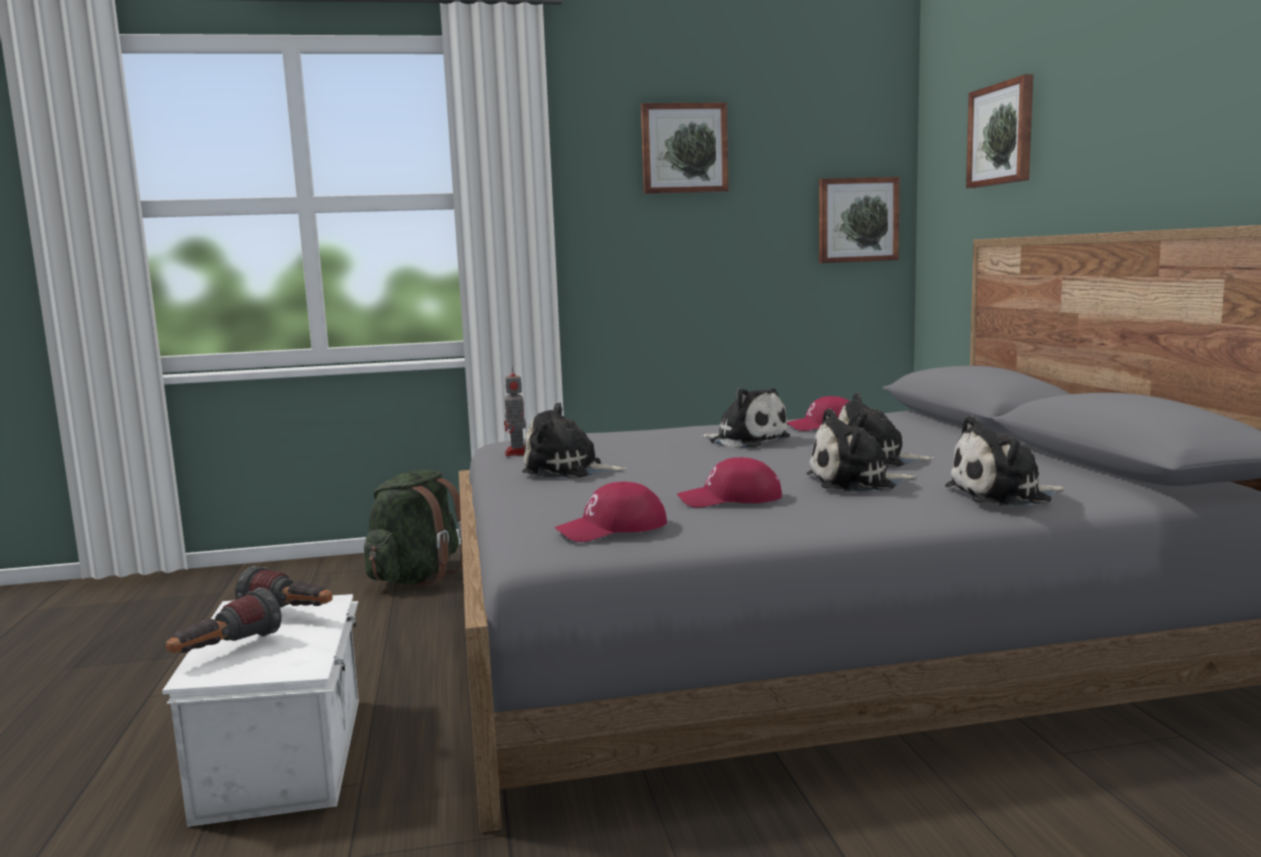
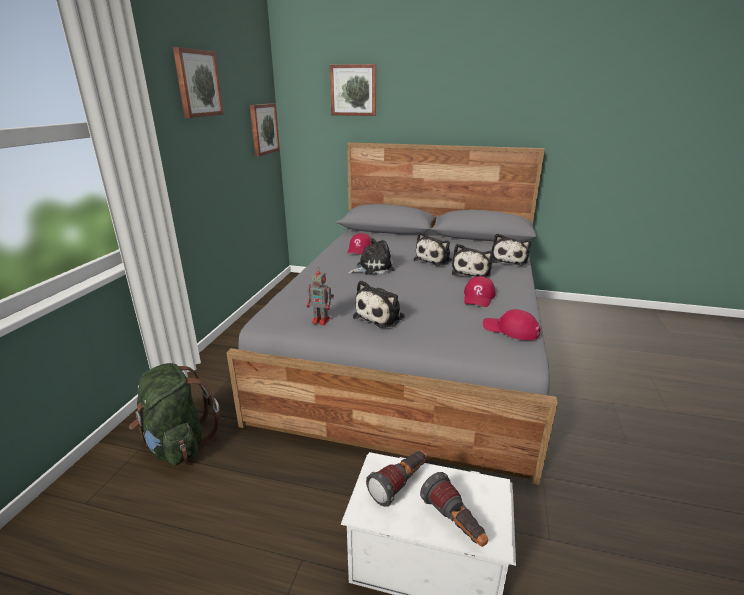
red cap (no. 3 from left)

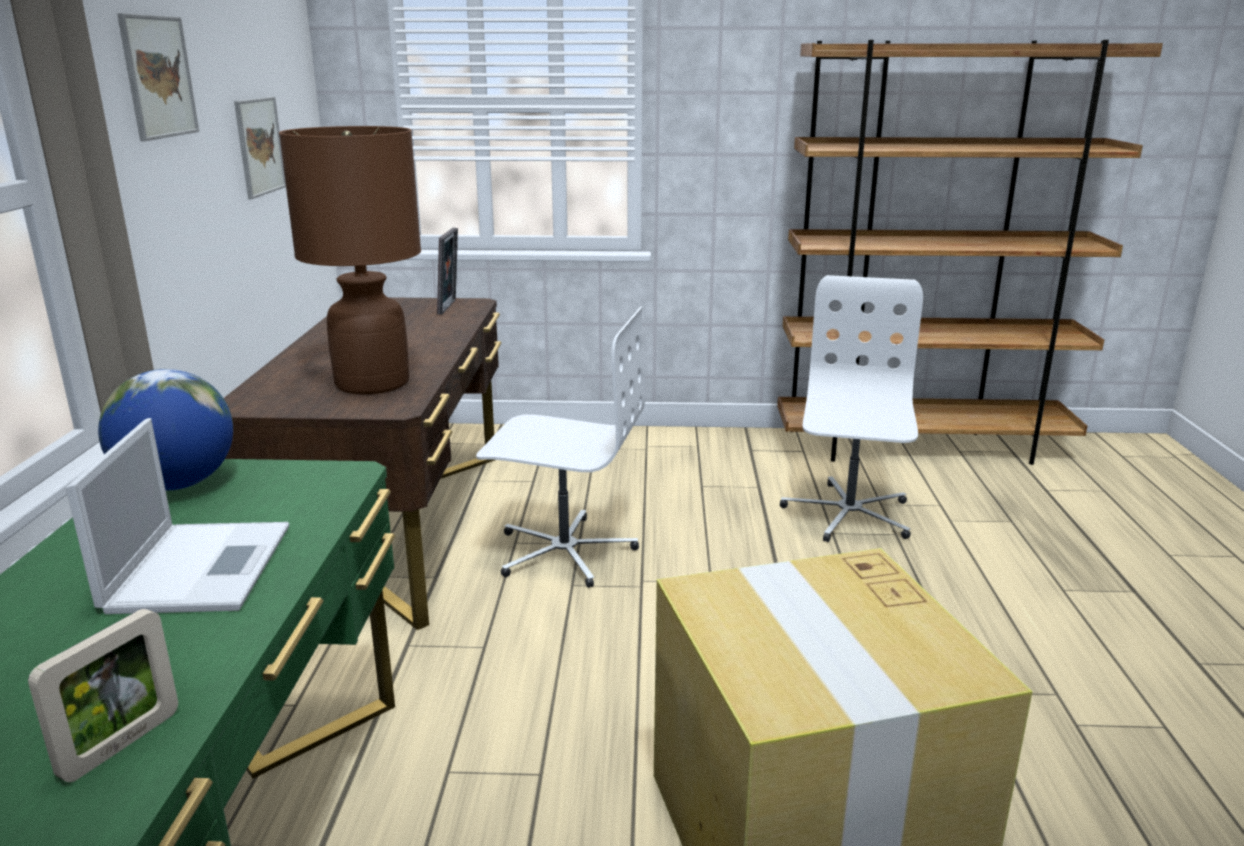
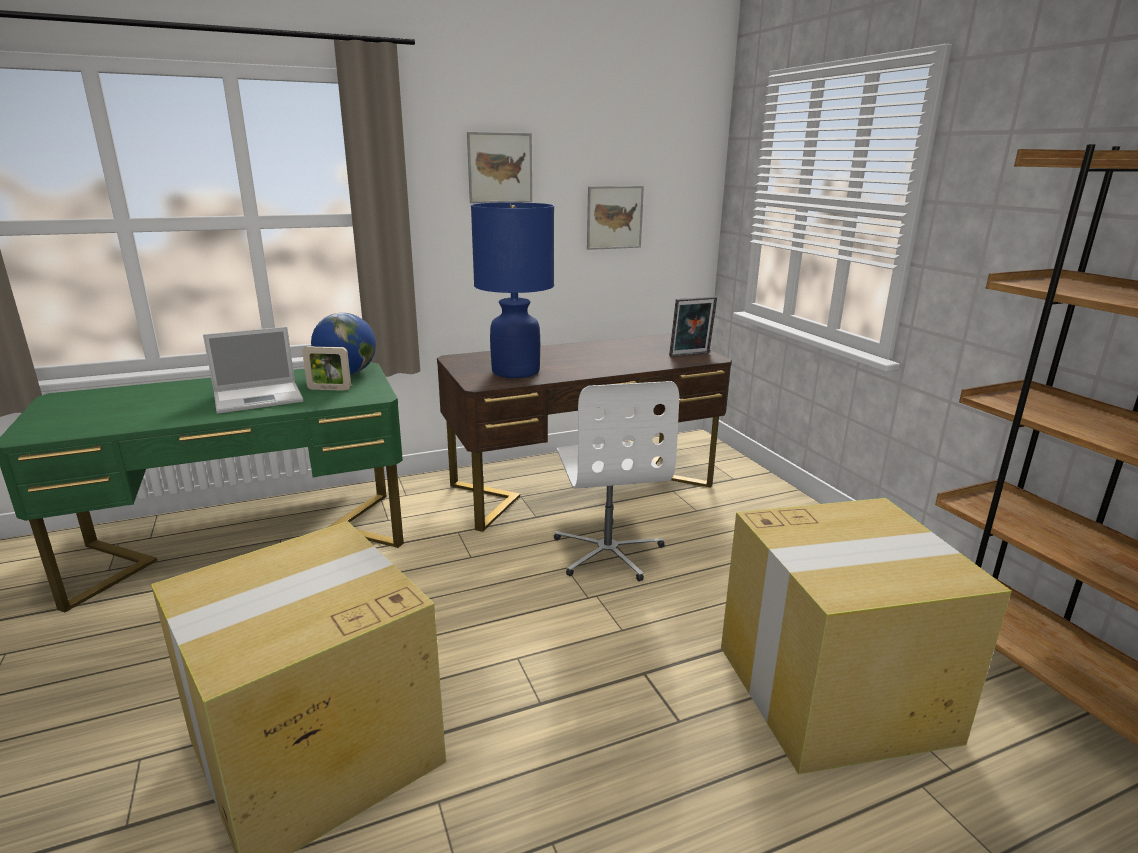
picture frame (no. 1 from left)
blue table lamp
cardboard box (no. 2 from left)

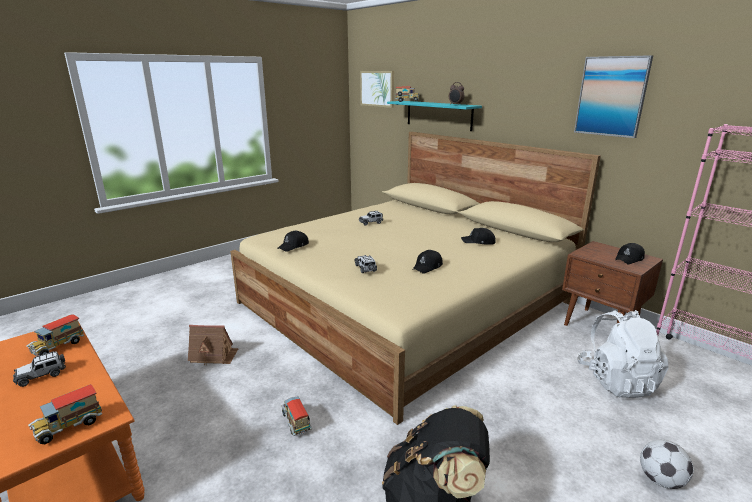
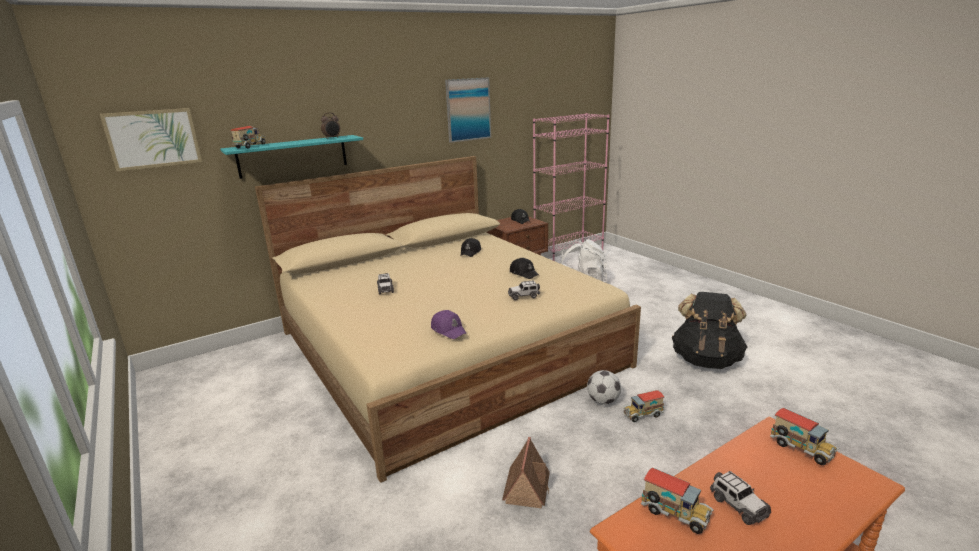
purple cap
football

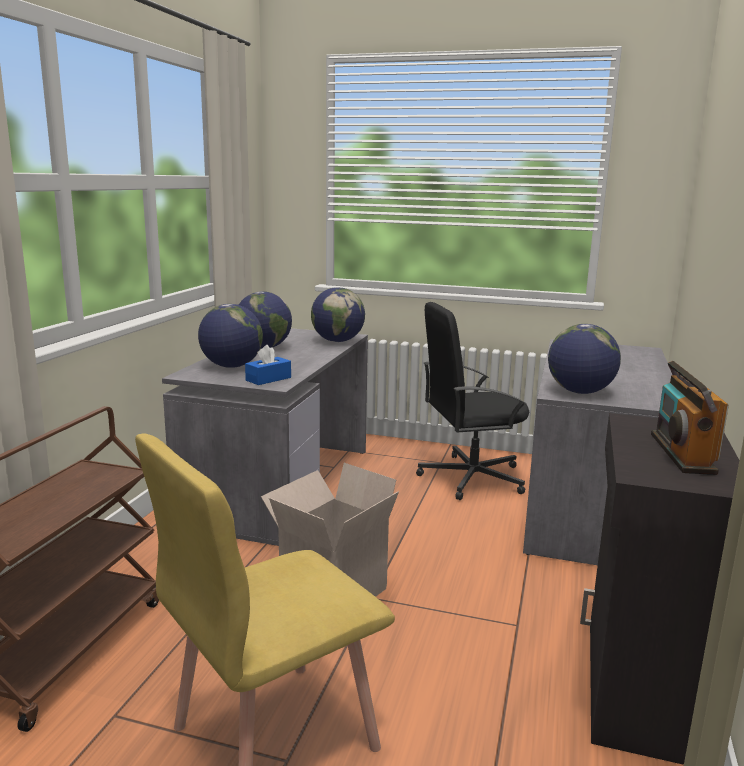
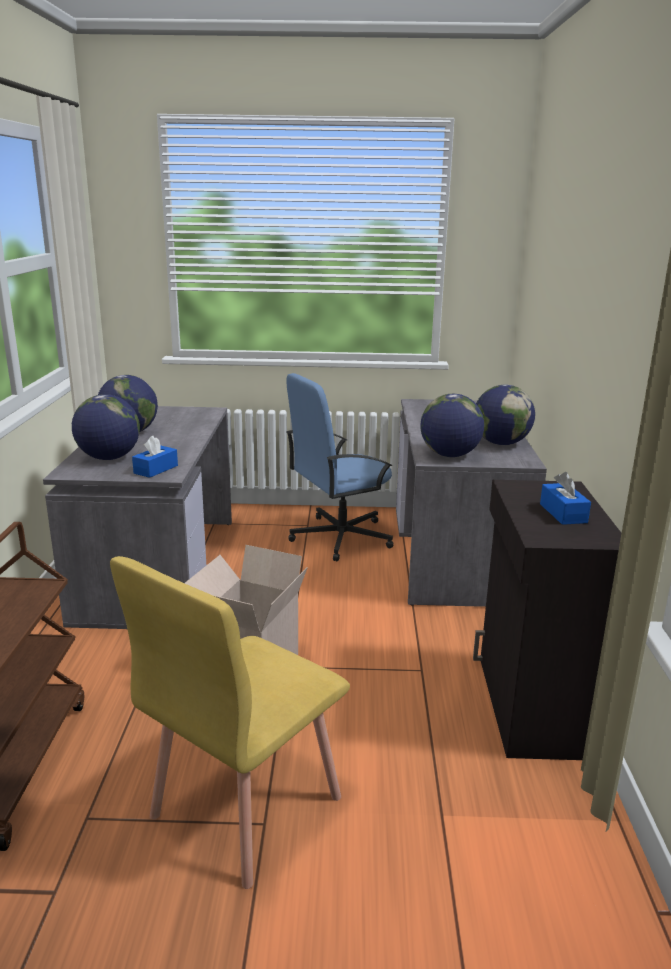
blue office chair
globe (no. 4 from left)
blue tissue box (no. 2 from left)

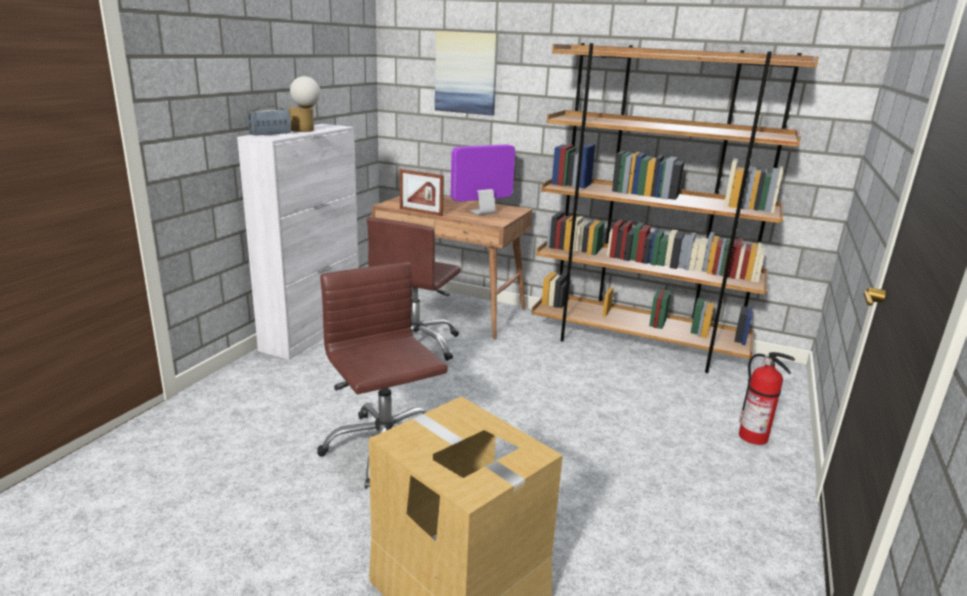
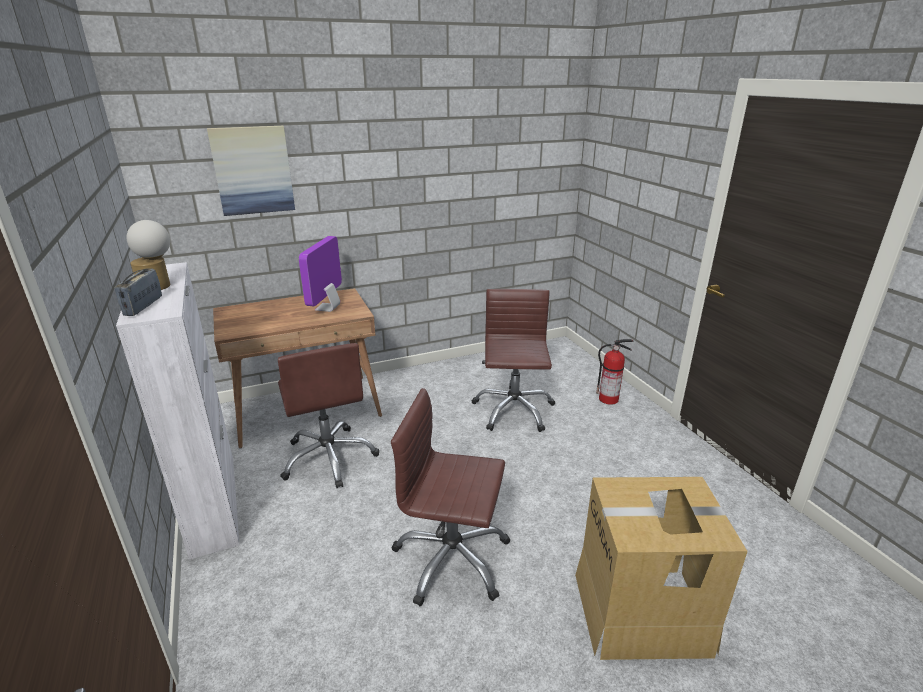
brown office chair (no. 3 from left)
picture frame
brown bookcase

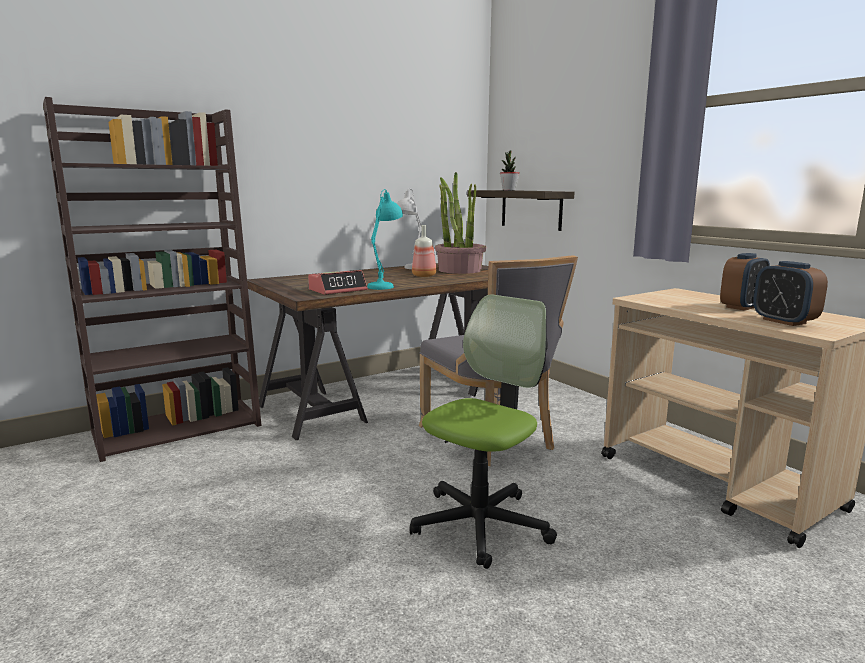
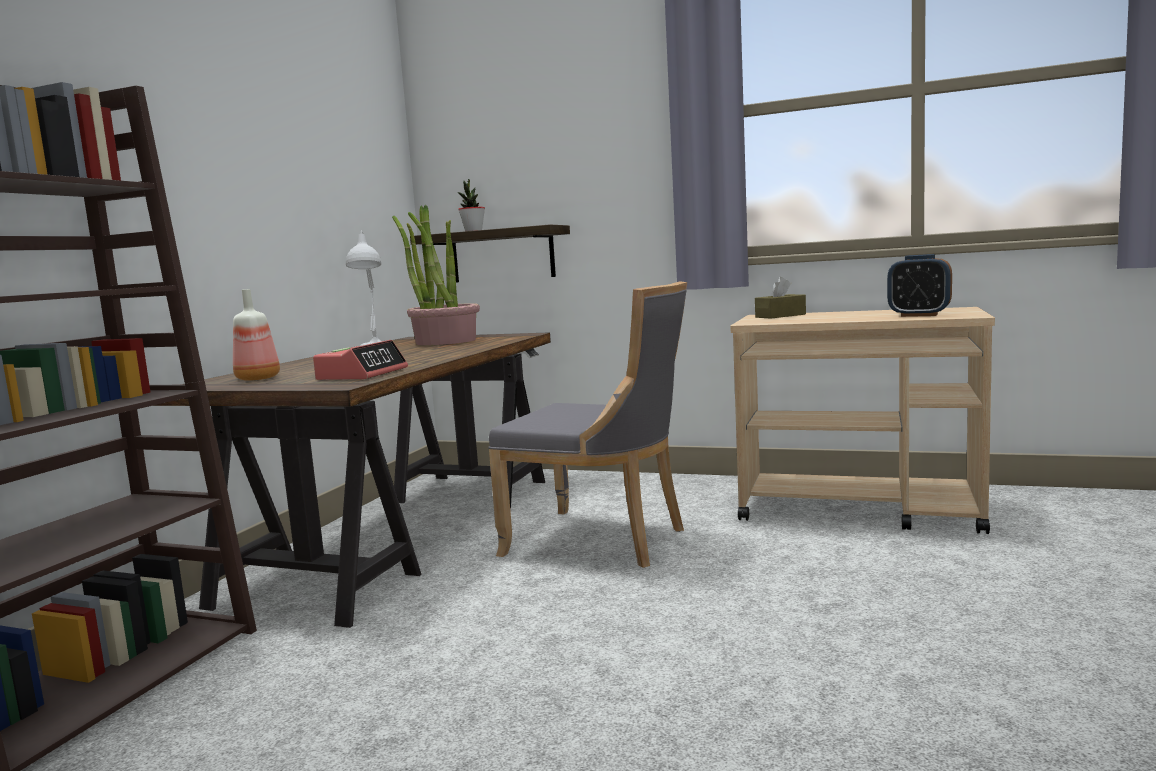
bottle
brown tissue box
turquoise table lamp
office chair
alarm clock (no. 2 from left in the first image)

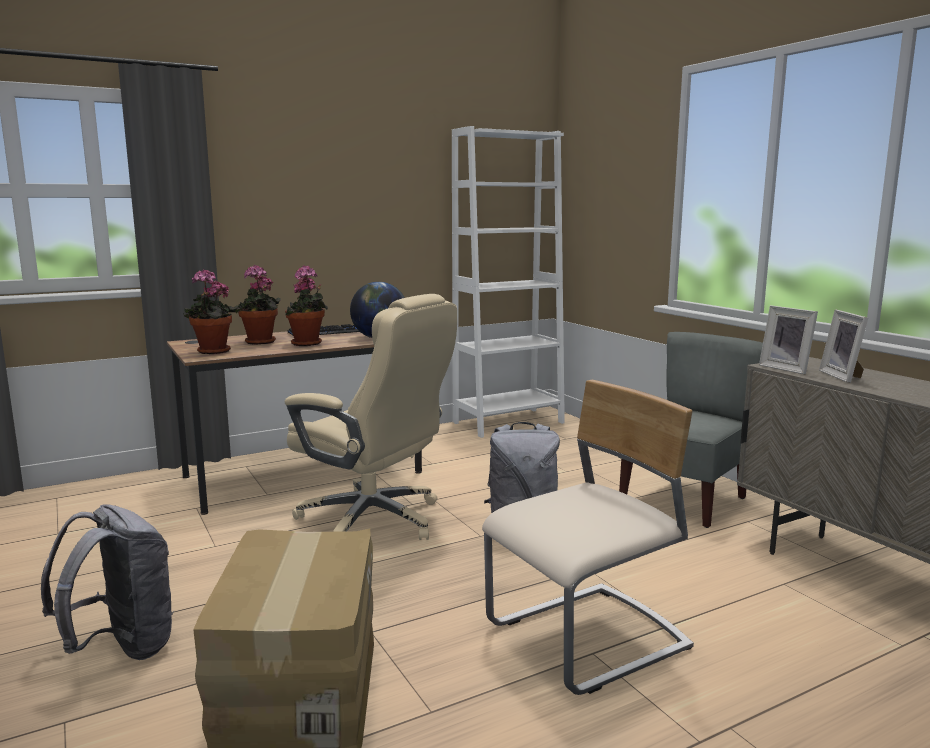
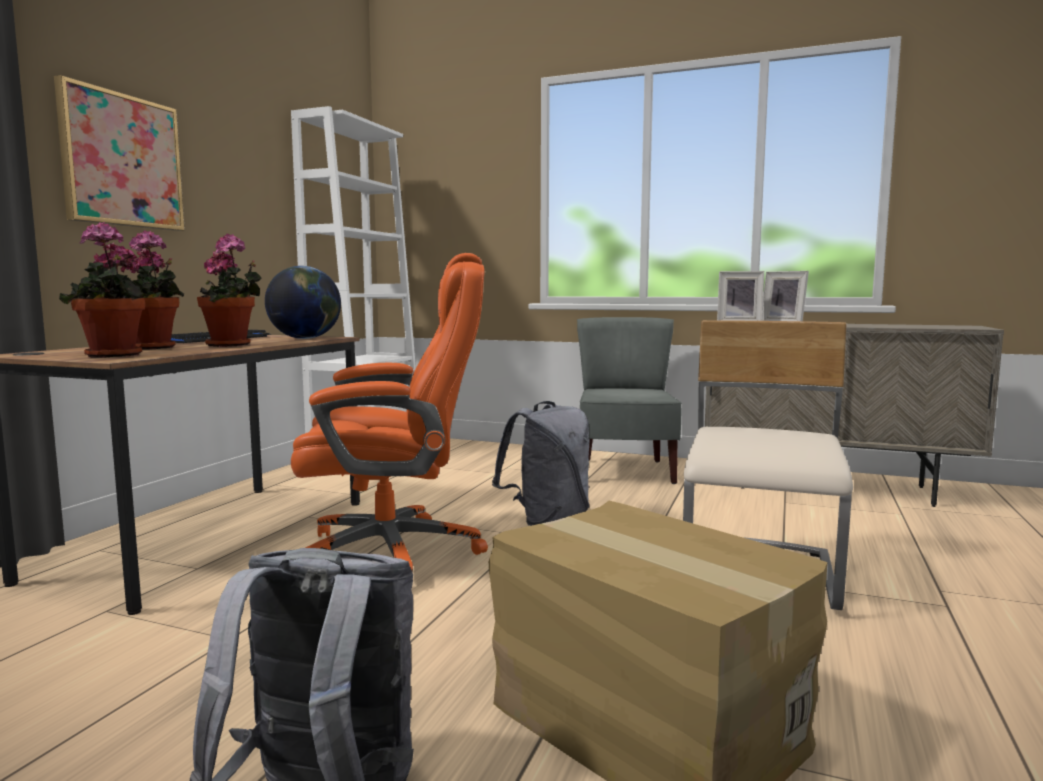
picture
orange office chair

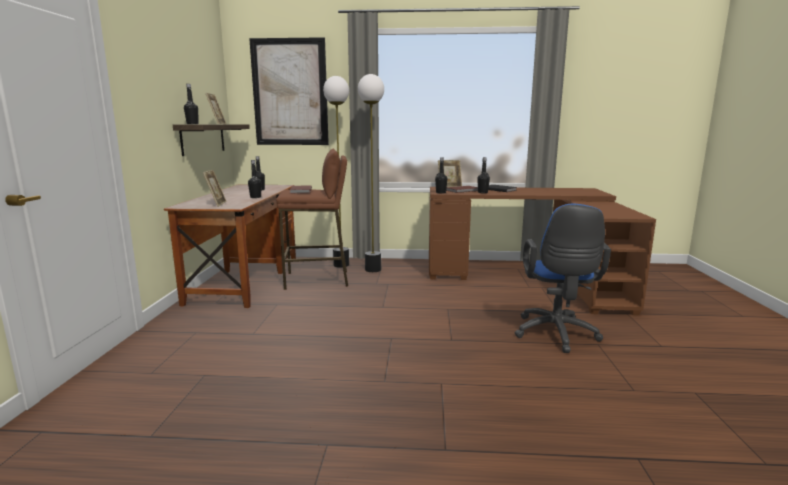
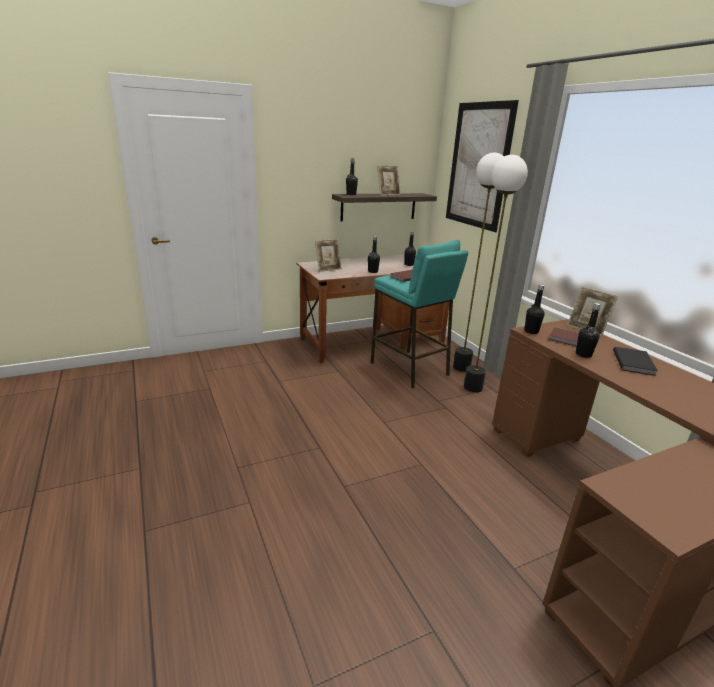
turquoise stool
blue office chair

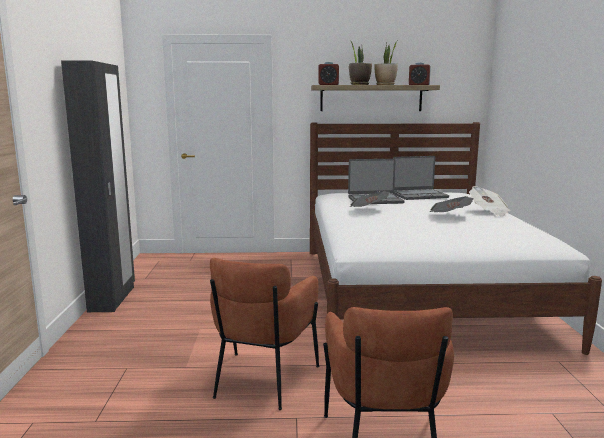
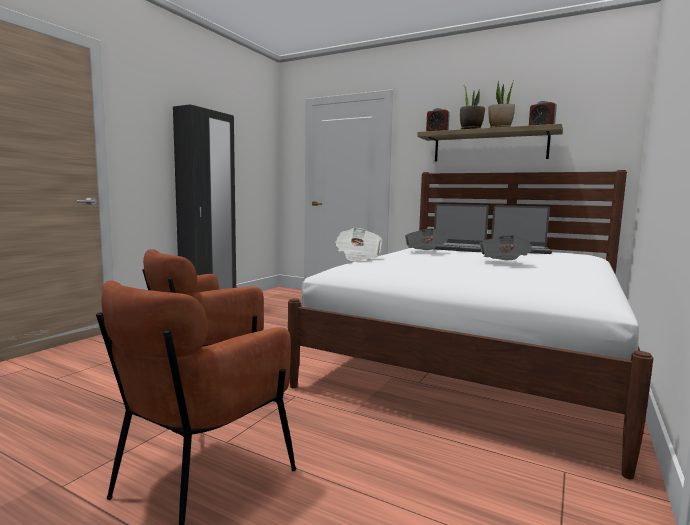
newspaper (no. 1 from left)

